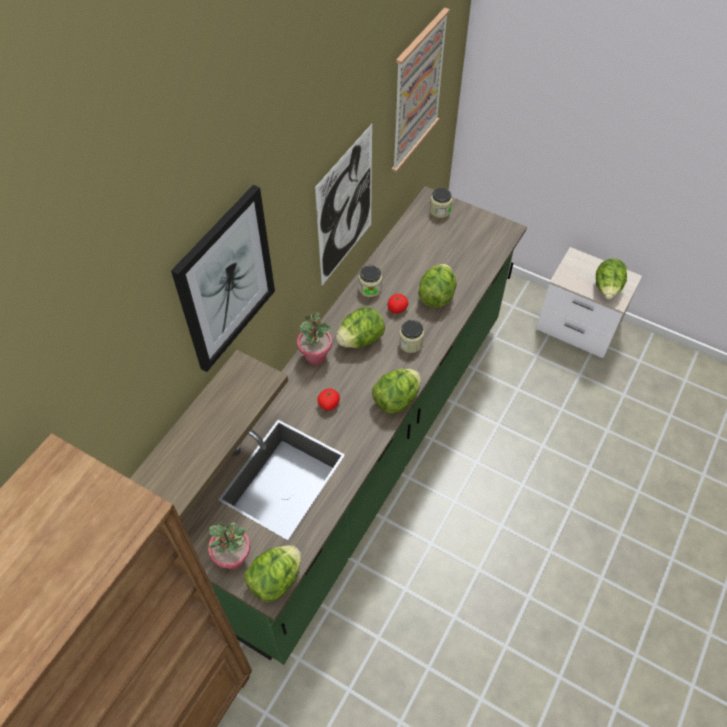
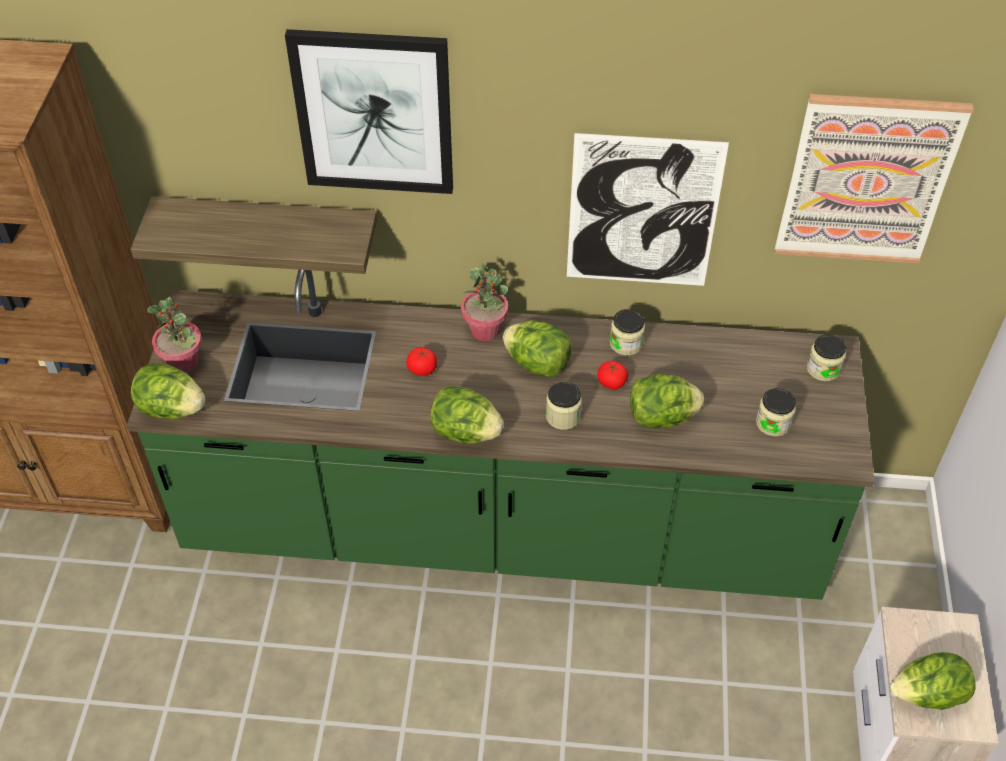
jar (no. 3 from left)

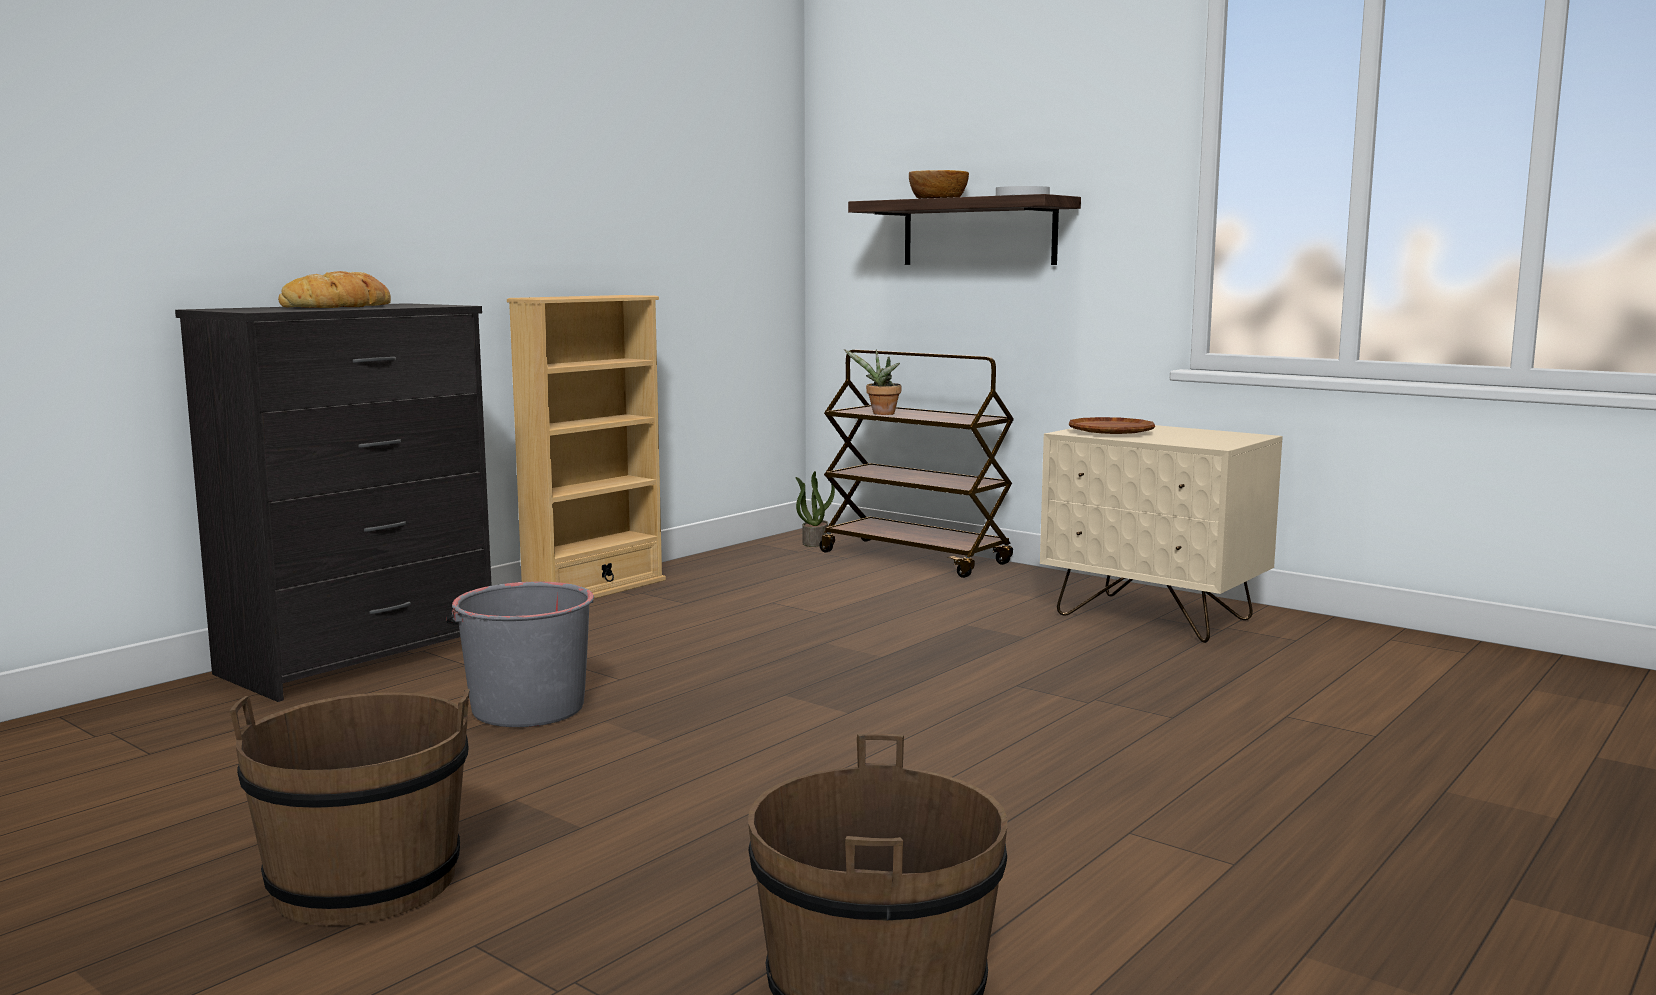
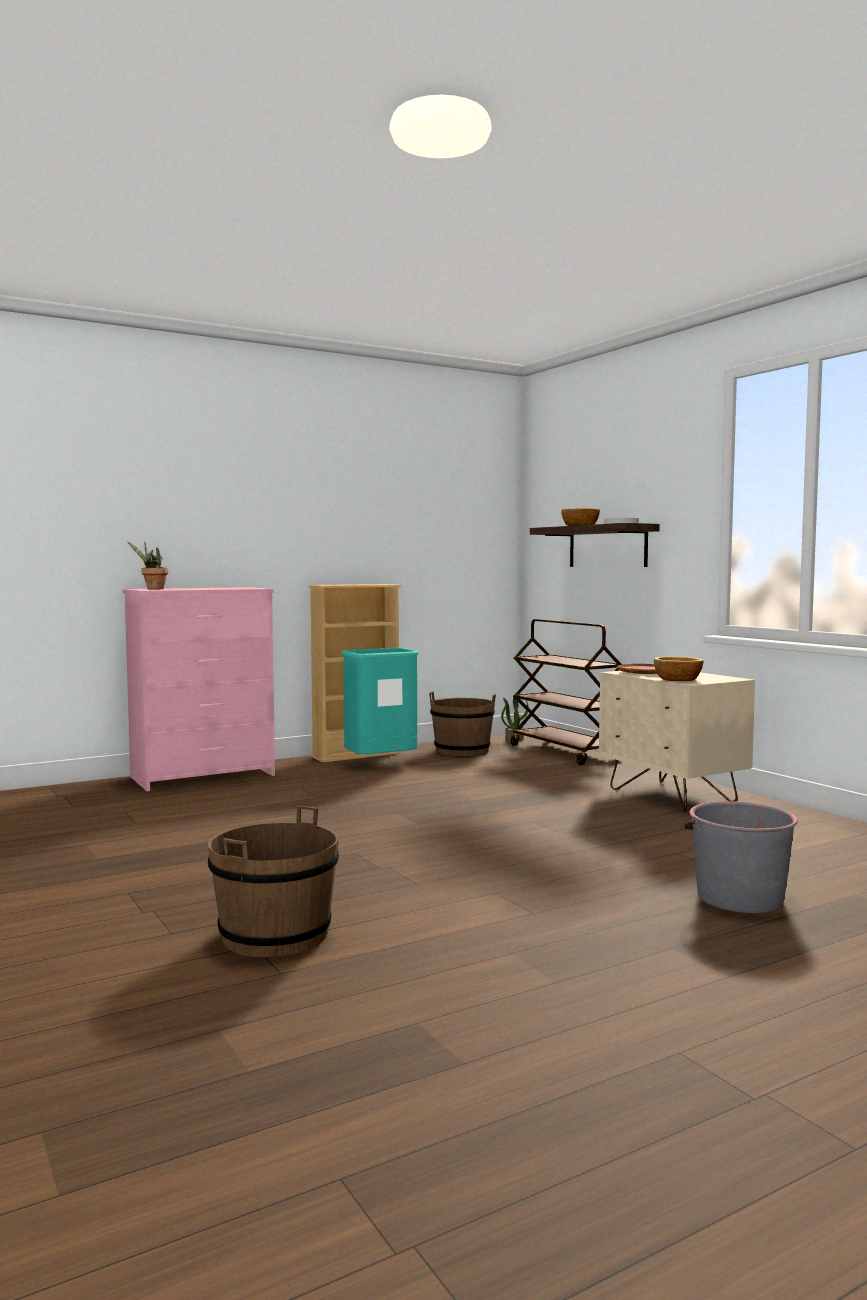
pink dresser
potted plant (no. 1 from left)
turquoise trash can
brown bucket (no. 2 from left)
bowl (no. 2 from left)
grey bucket
bread

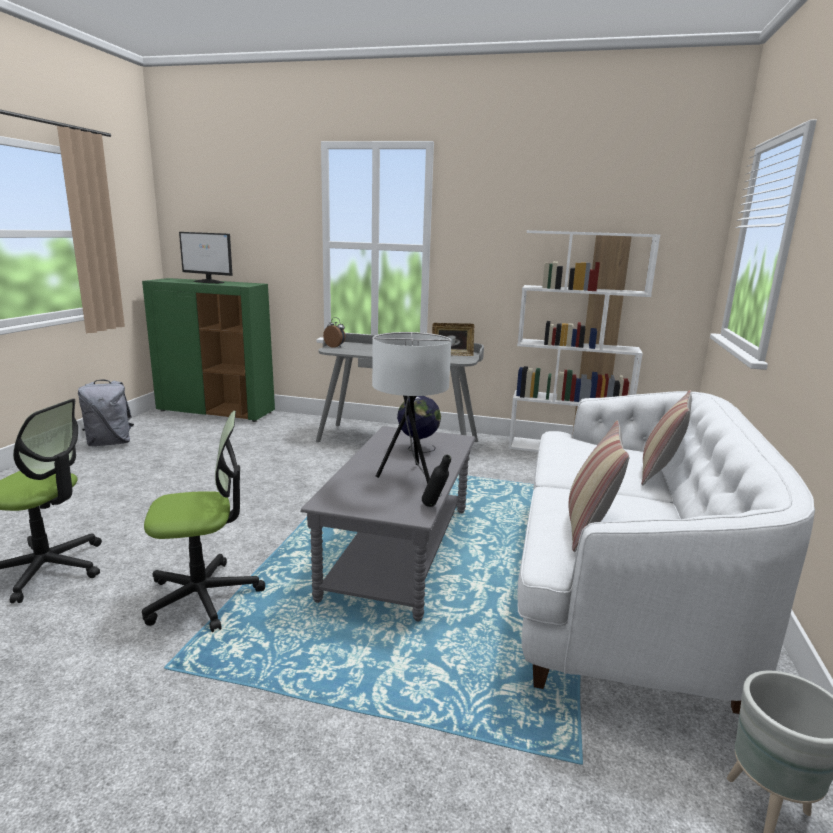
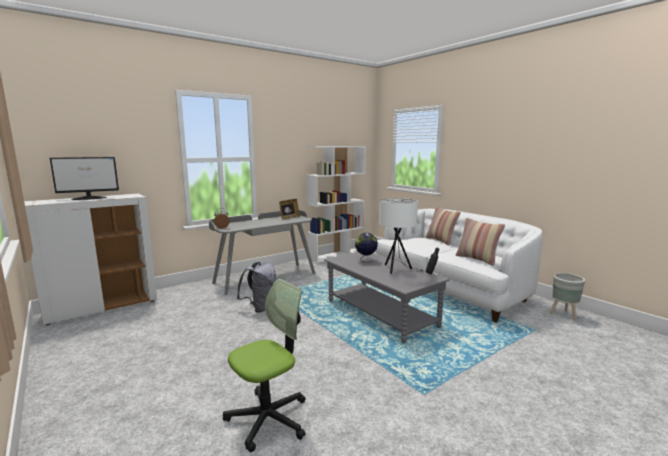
white cabinet
grey backpack
office chair (no. 2 from left in the first image)

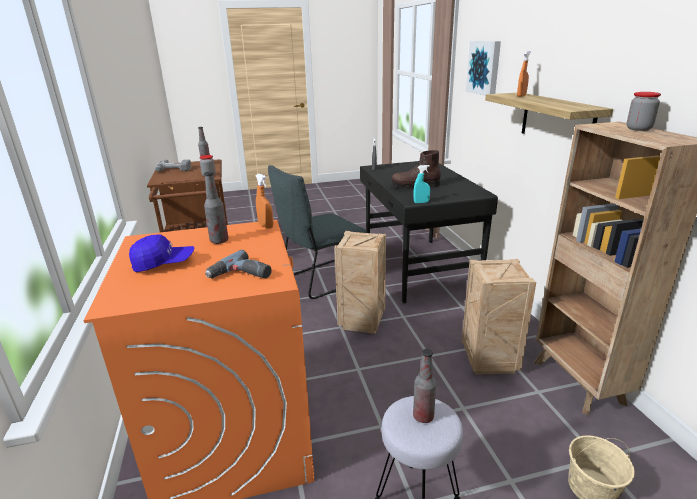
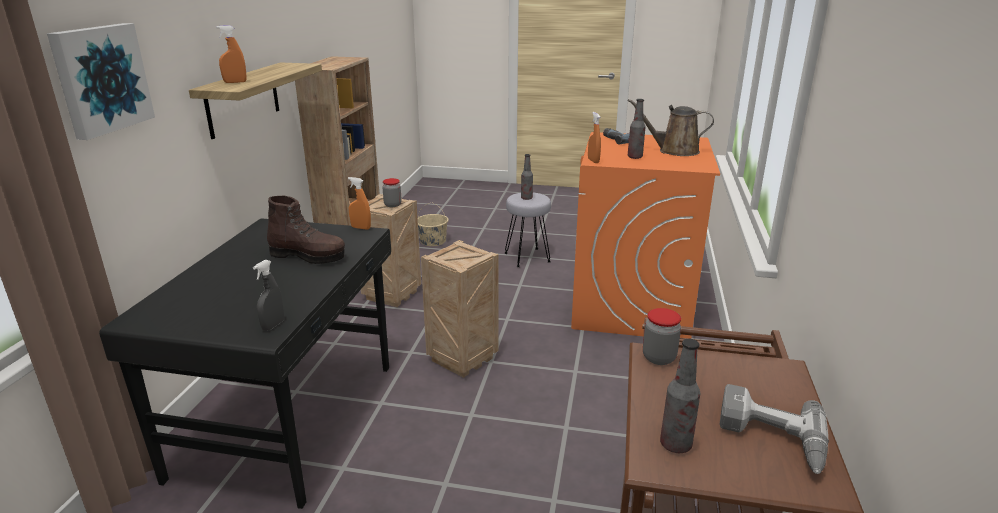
orange spray bottle (no. 2 from left)
jar (no. 1 from left)
brown watering can
grey chair

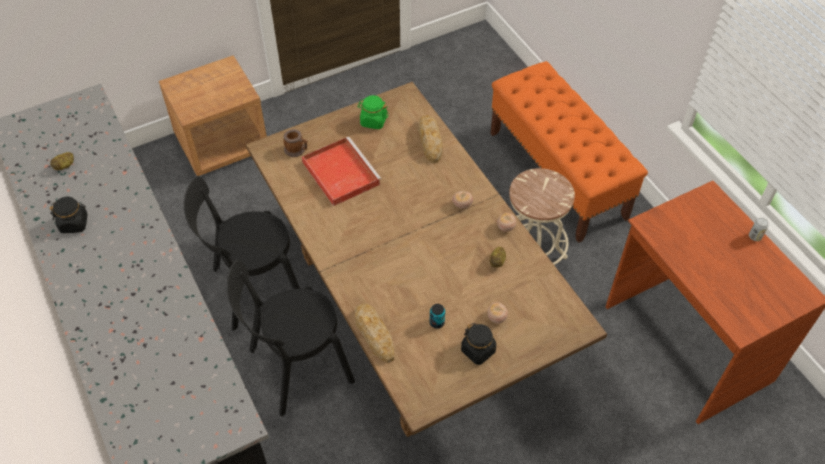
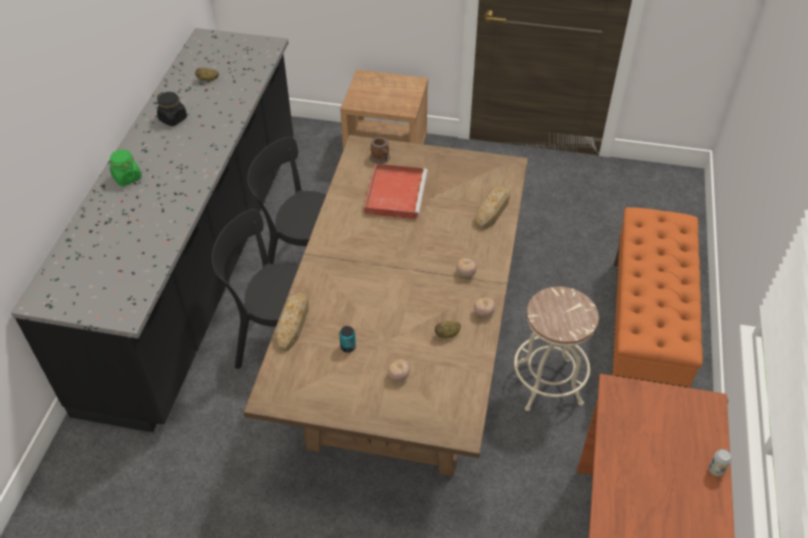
green jar
black jar (no. 2 from left in the first image)

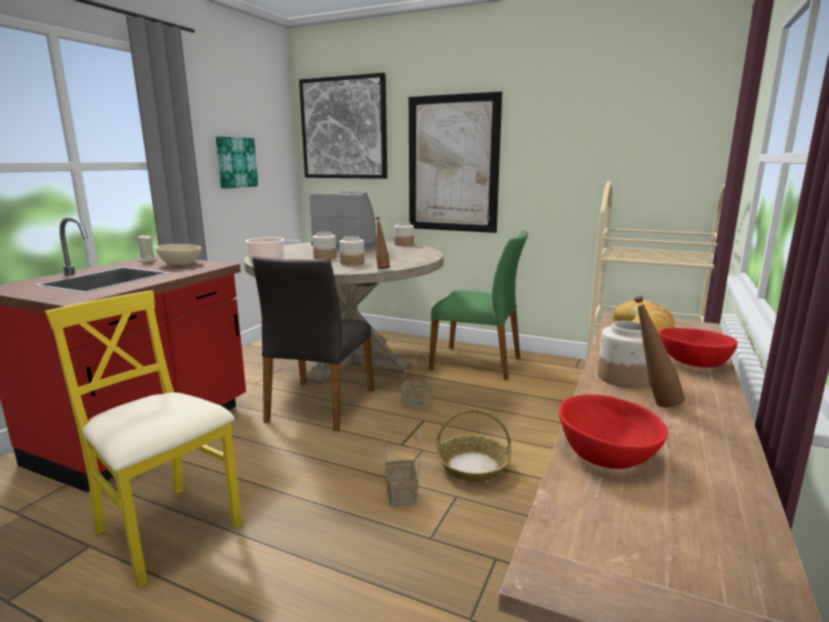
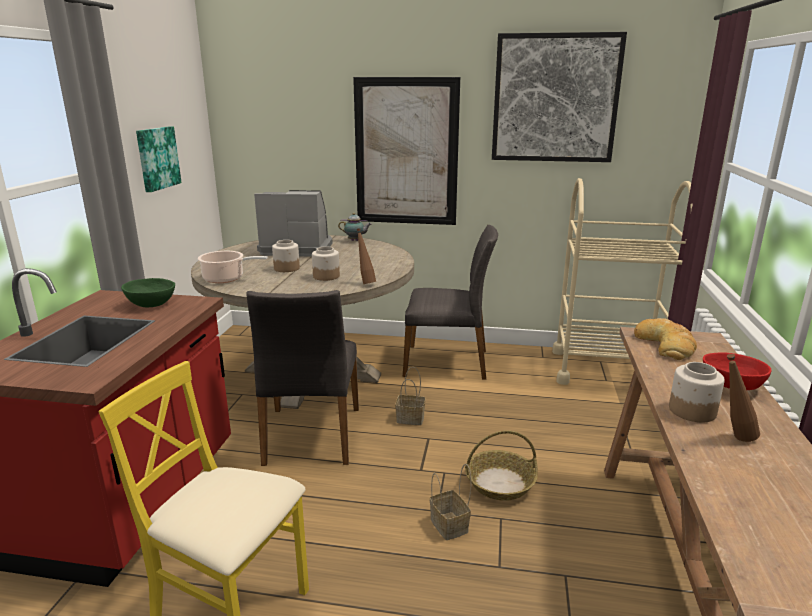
green bowl
teapot
grey chair (no. 2 from left)
picture (no. 3 from left)
beige candle
red bowl (no. 1 from left in the first image)

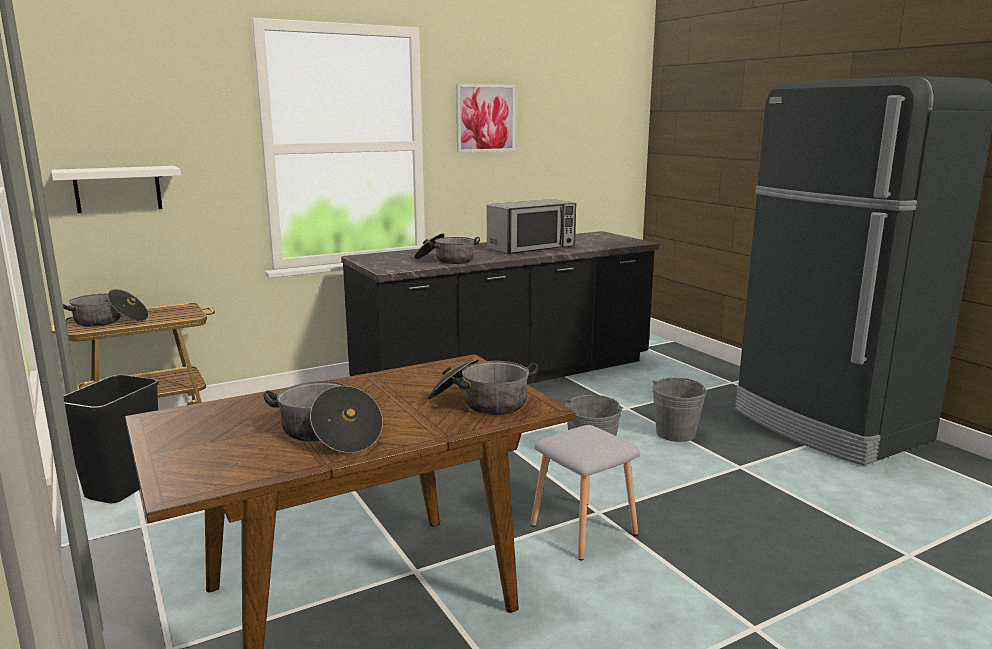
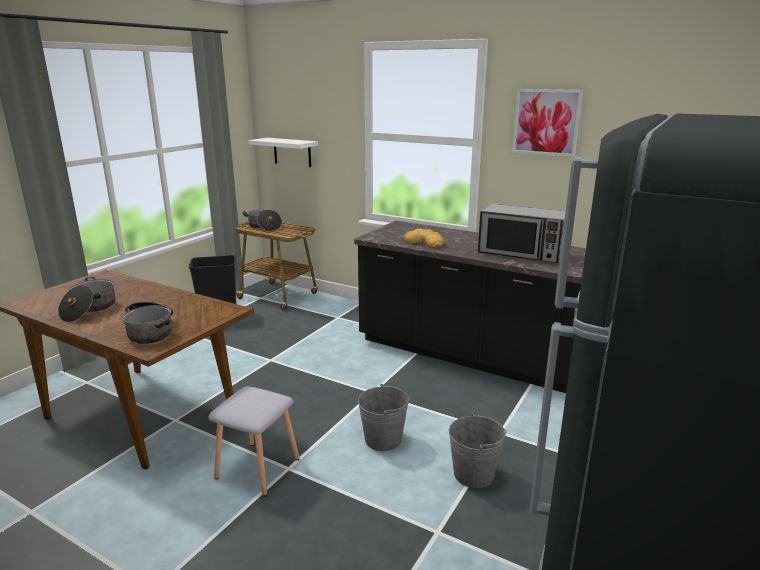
bread

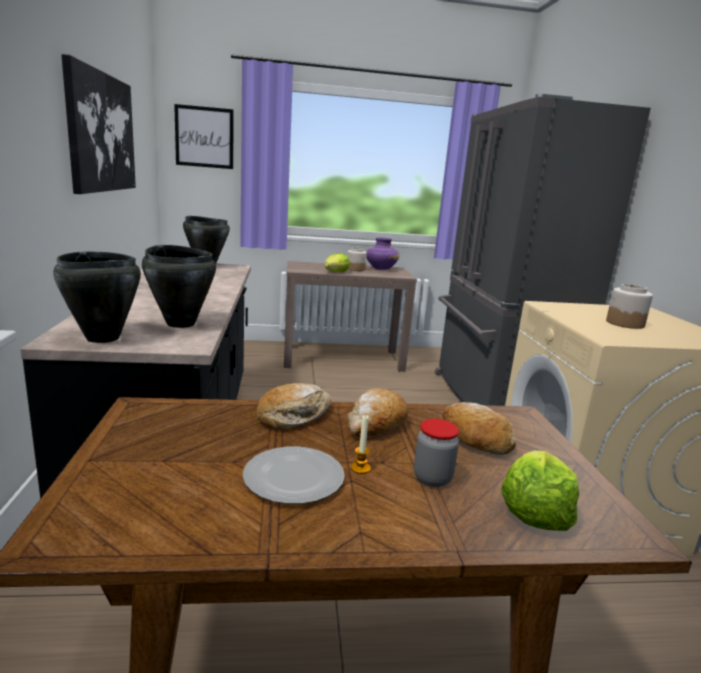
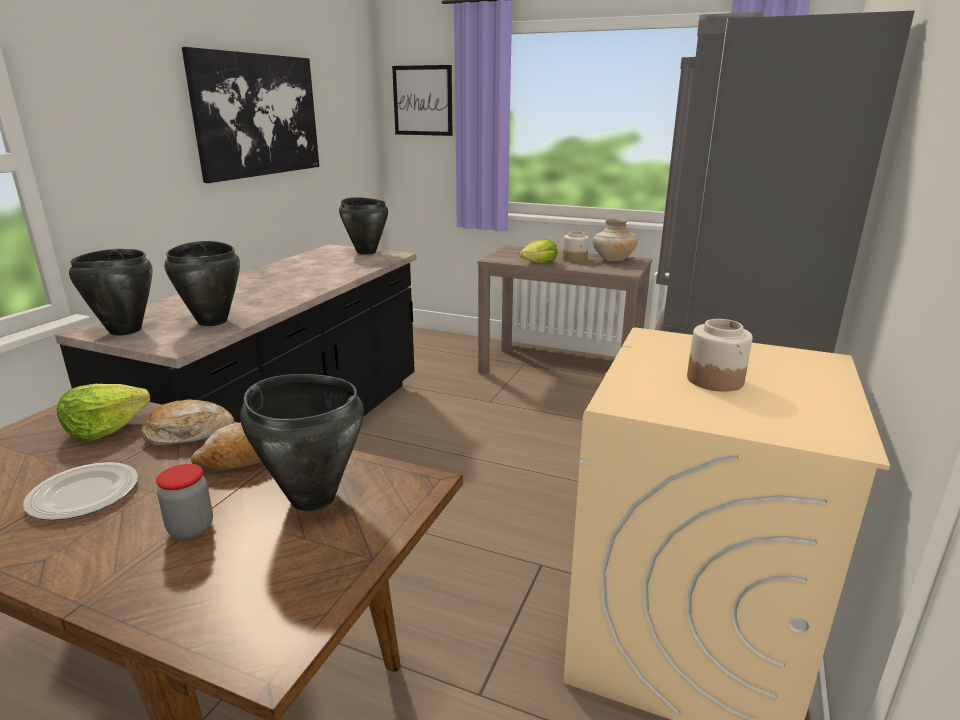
lettuce (no. 1 from left)
black cooking pot (no. 3 from left)
beige vase
candle

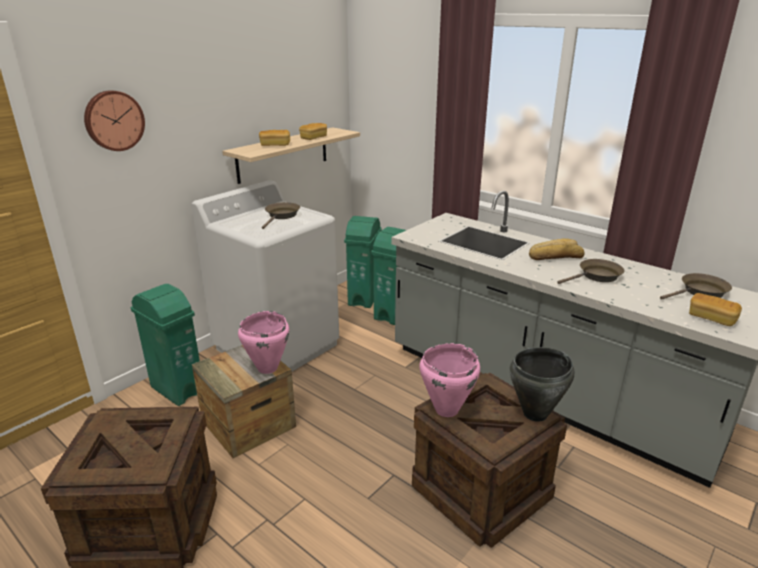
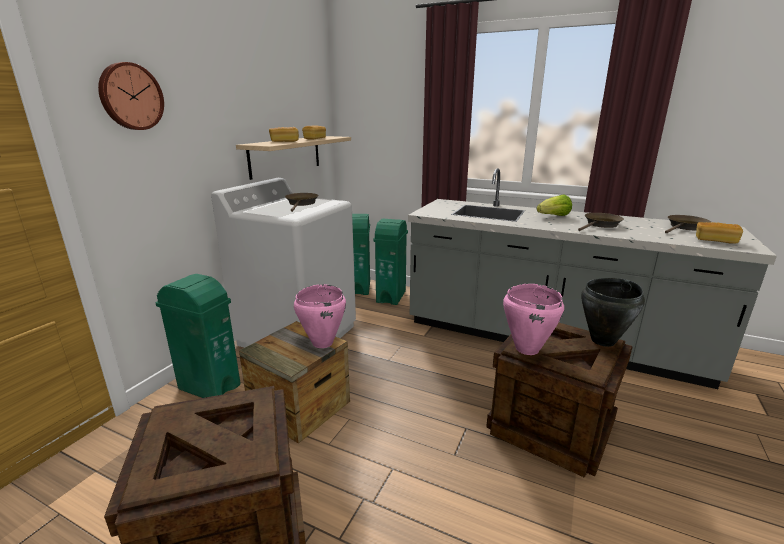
lettuce

